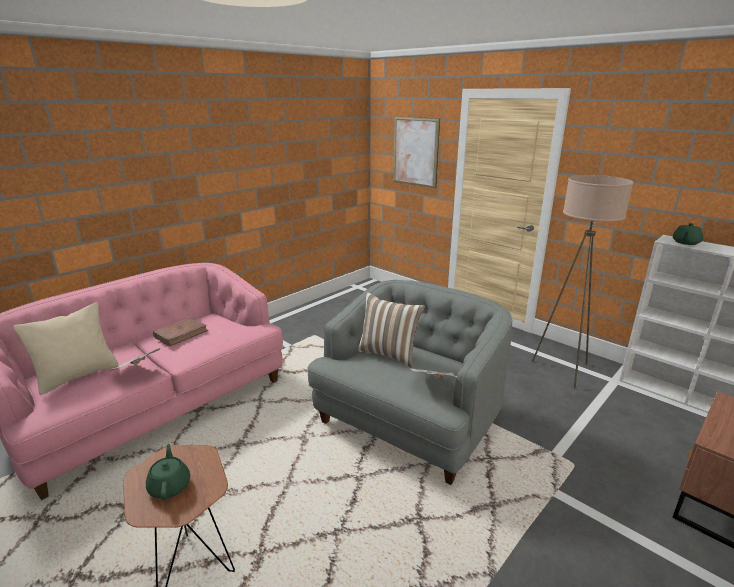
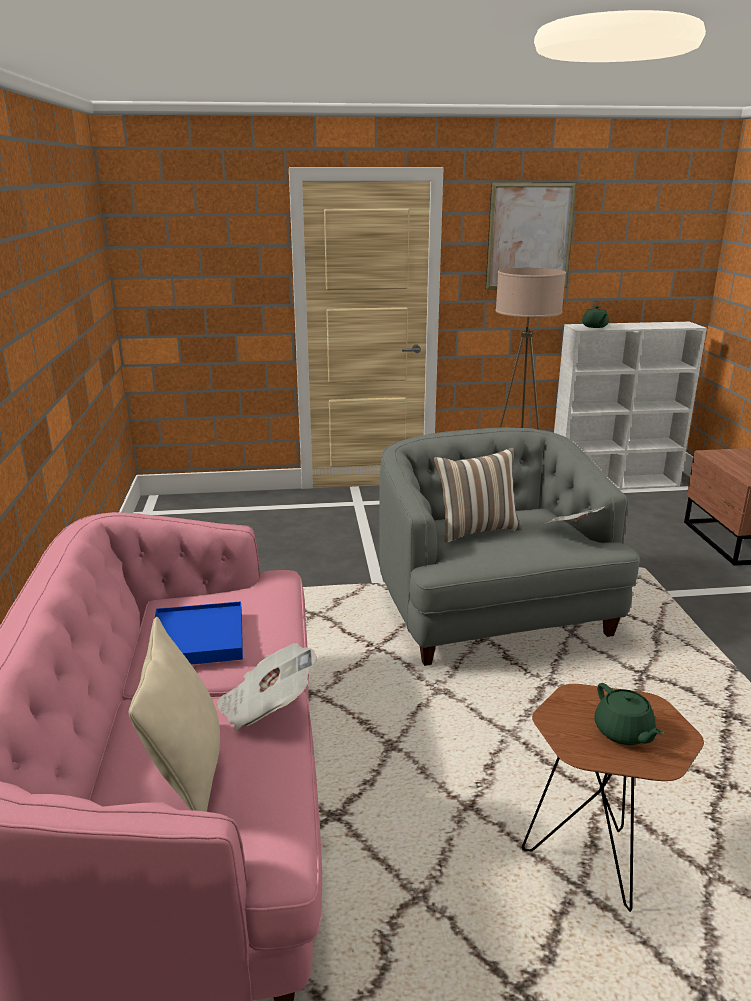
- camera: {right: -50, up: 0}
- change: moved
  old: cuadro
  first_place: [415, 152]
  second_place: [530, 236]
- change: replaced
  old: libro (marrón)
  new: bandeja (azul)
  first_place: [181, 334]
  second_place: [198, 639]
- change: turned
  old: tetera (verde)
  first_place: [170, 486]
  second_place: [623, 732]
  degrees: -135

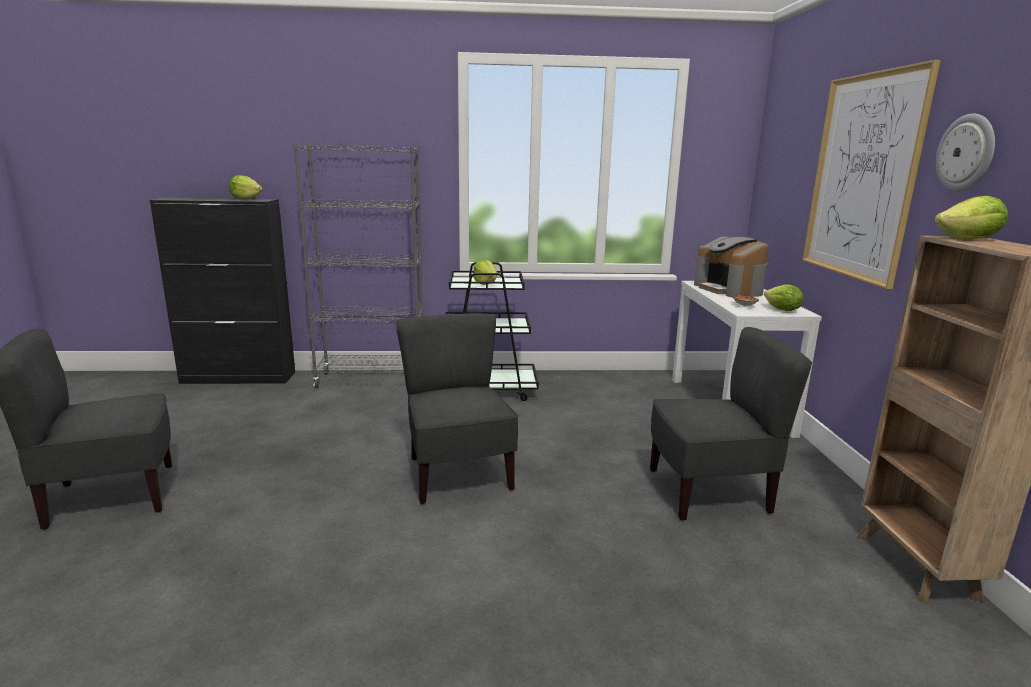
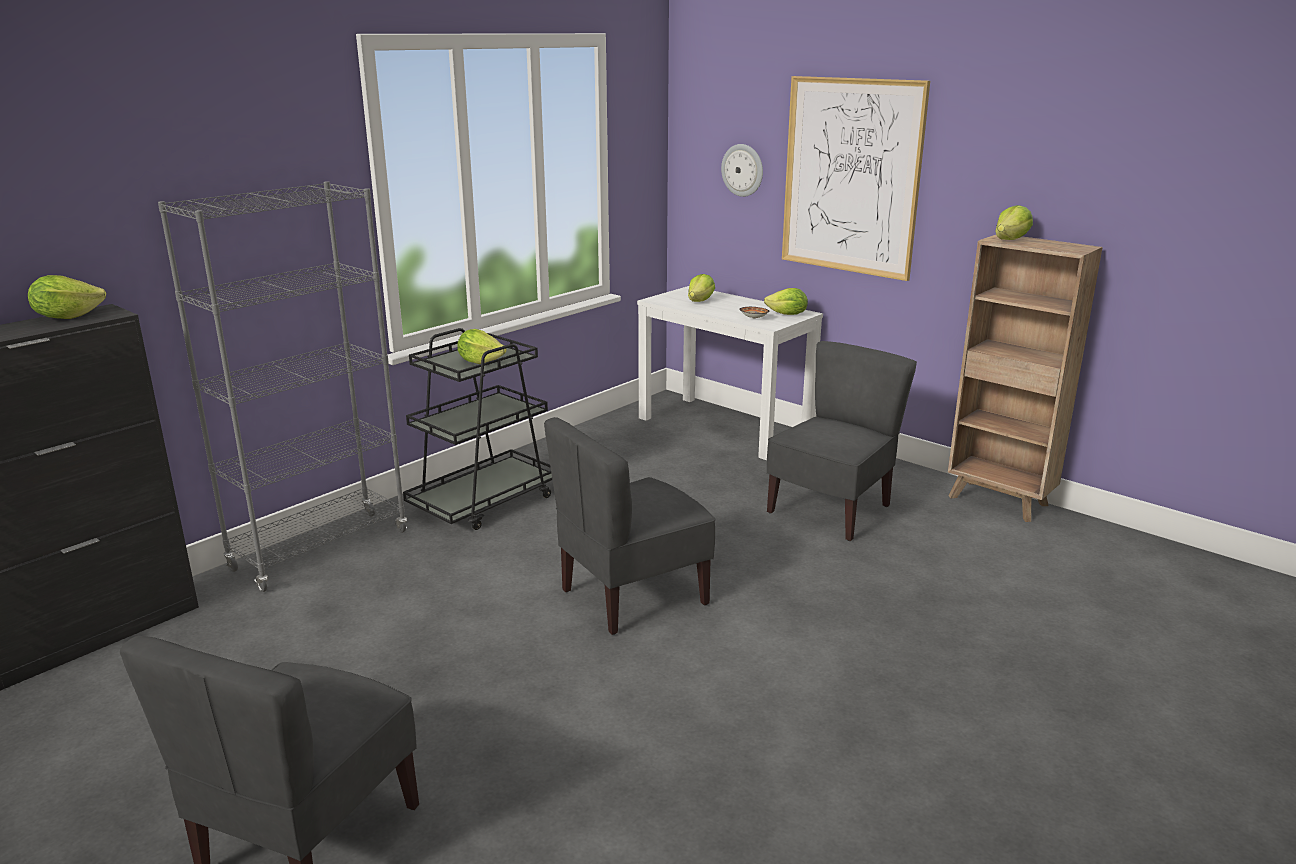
- camera: {right: -45, up: 5}
- change: moved
  old: reloj de pared
  first_place: [966, 153]
  second_place: [743, 170]
- change: replaced
  old: cafetera
  new: lechuga
  first_place: [729, 289]
  second_place: [700, 301]
- change: turned
  old: silla (gris)
  first_place: [457, 474]
  second_place: [632, 596]
  degrees: -60

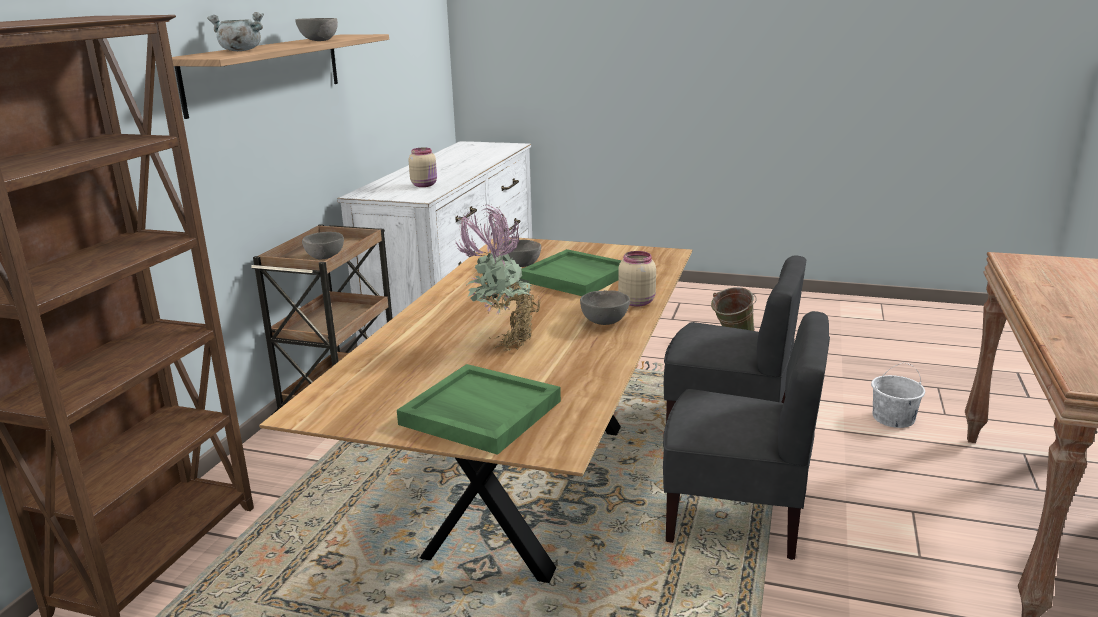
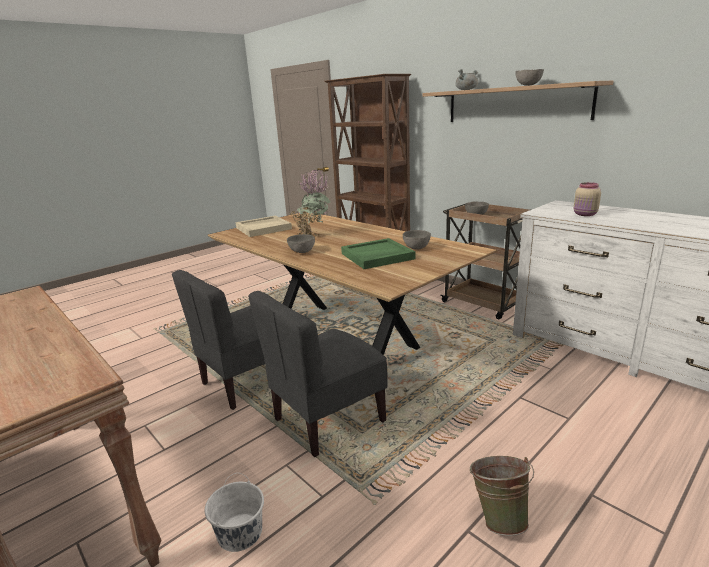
- camera: {right: 120, up: 0}
- change: removed
  old: tarro (beis)
  first_place: [636, 302]
- change: recoloured
  old: bandeja (verde)
  new: bandeja (beis)
  first_place: [479, 413]
  second_place: [264, 228]

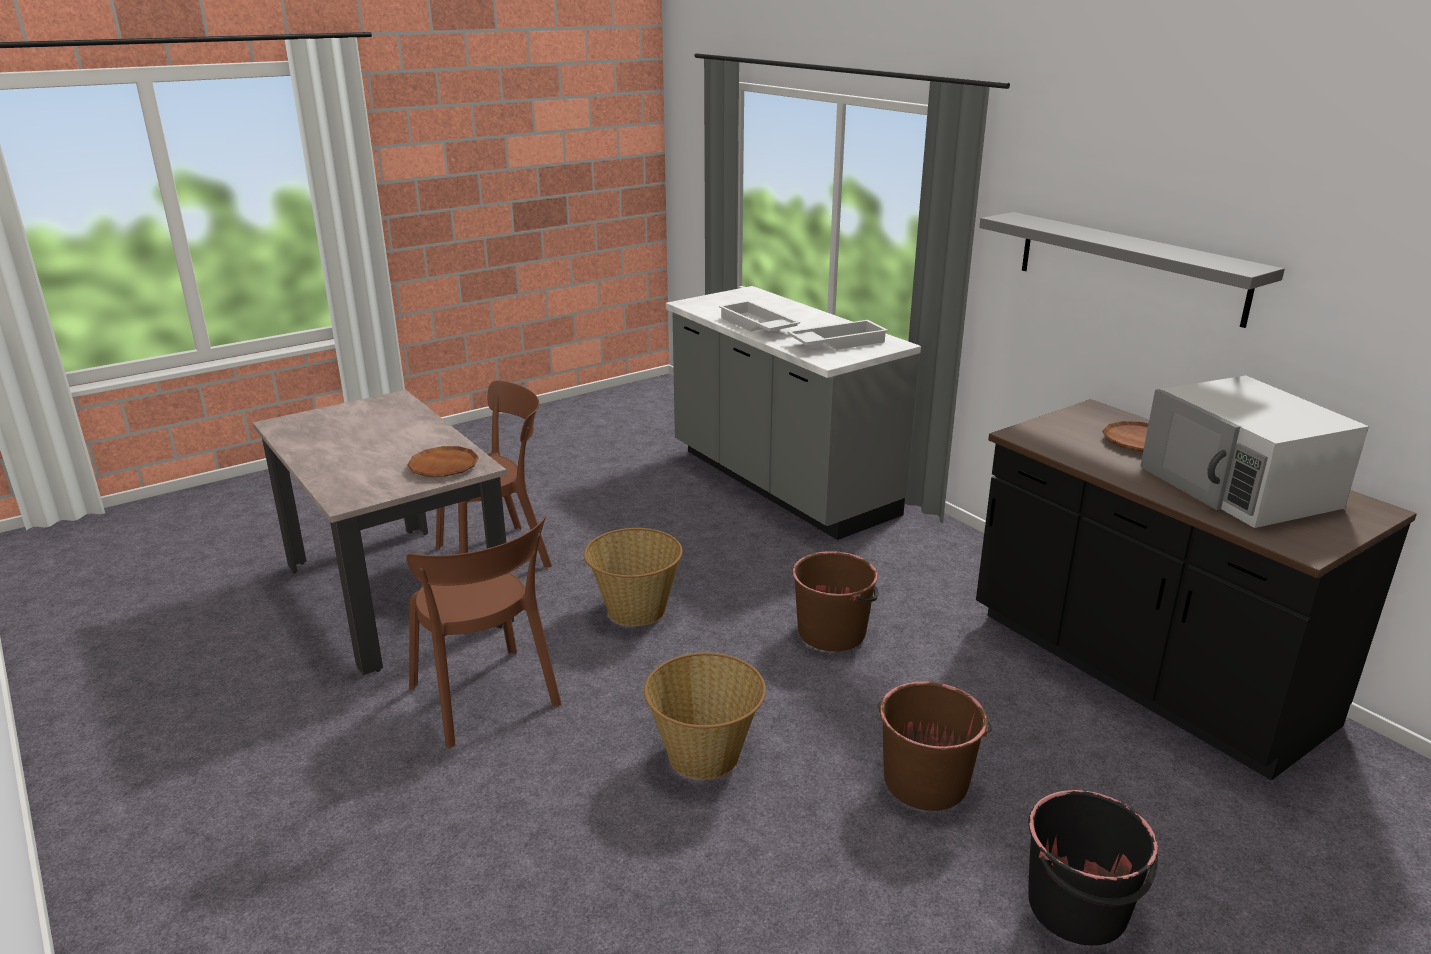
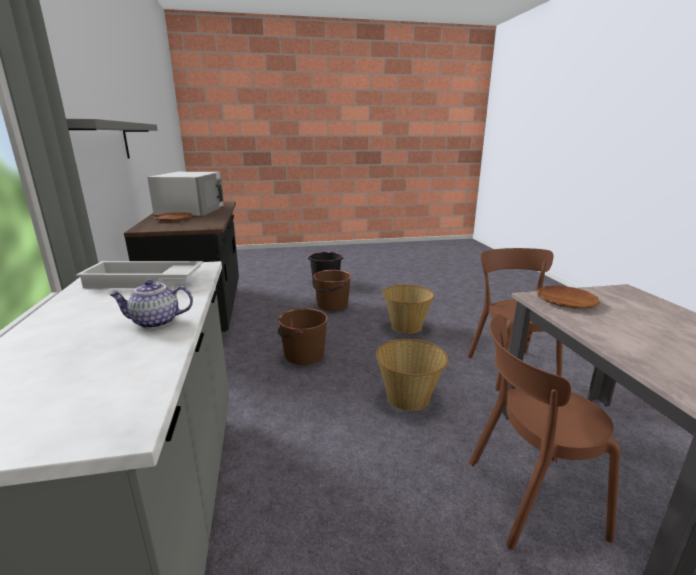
- camera: {right: -155, up: -5}
- change: replaced
  old: bandeja (blanco)
  new: tetera
  first_place: [756, 325]
  second_place: [155, 323]

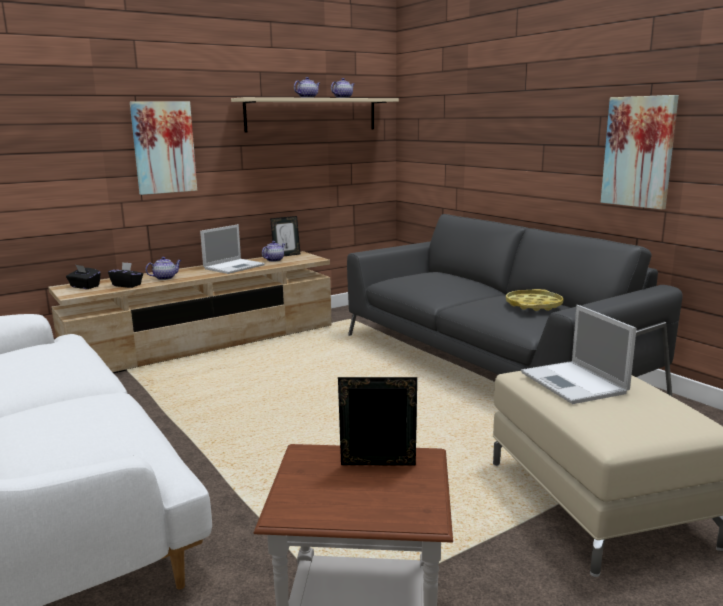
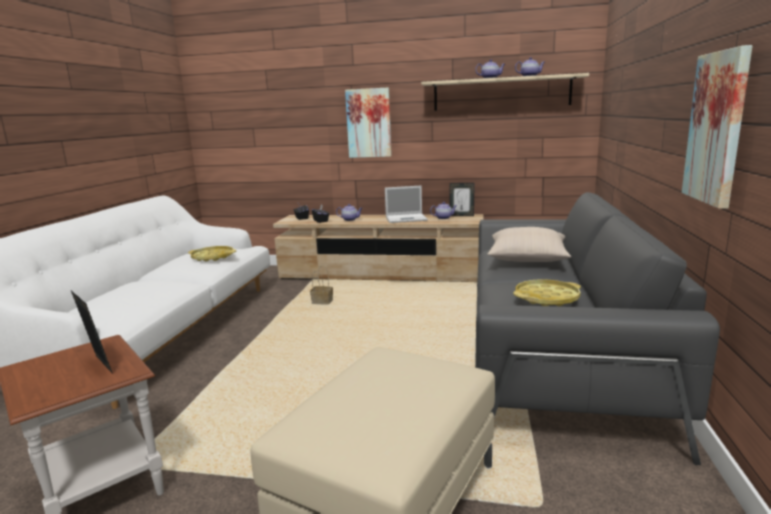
- camera: {right: 45, up: 0}
- change: removed
  old: portátil
  first_place: [574, 383]
- change: added
  new: cojín (beis)
  second_place: [527, 258]
- change: added
  new: bandeja (amarillo)
  second_place: [212, 257]
- change: added
  new: cesta
  second_place: [321, 302]

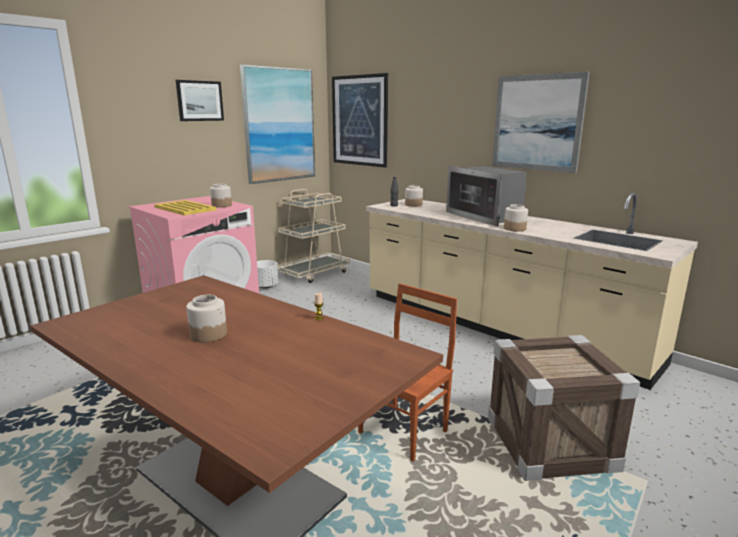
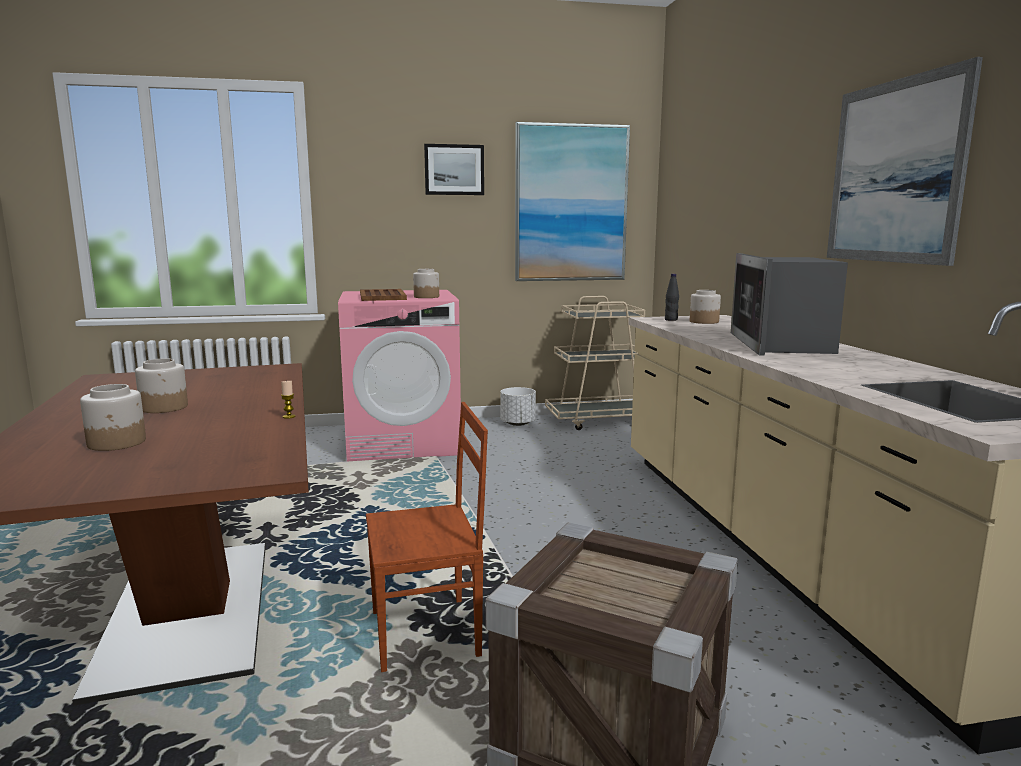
- camera: {right: 35, up: -5}
- change: removed
  old: cuadro
  first_place: [359, 121]
- change: recoloured
  old: bandeja (amarillo)
  new: bandeja (marrón)
  first_place: [185, 208]
  second_place: [382, 296]
- change: moved
  old: tarro
  first_place: [515, 229]
  second_place: [117, 443]

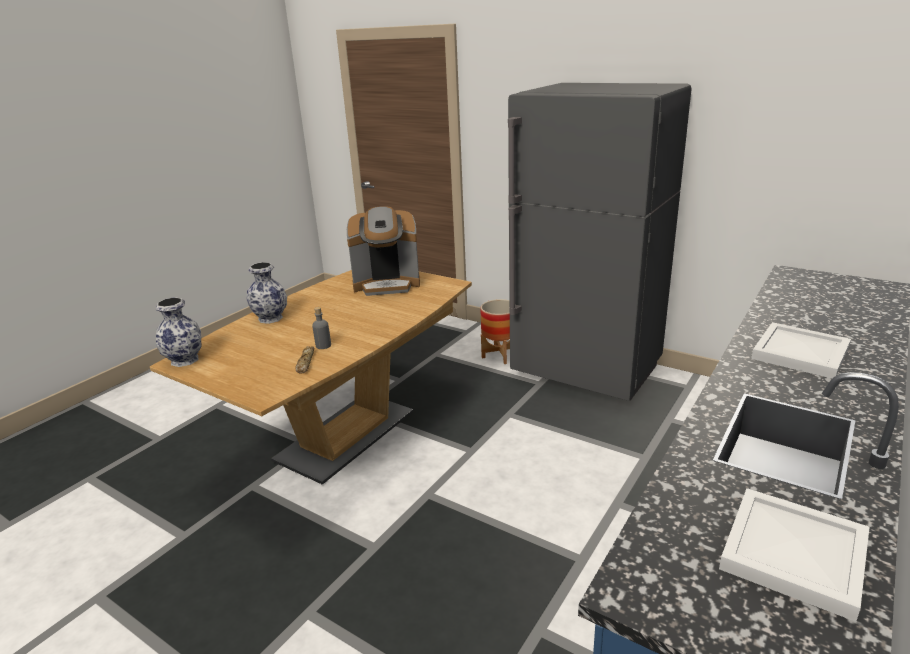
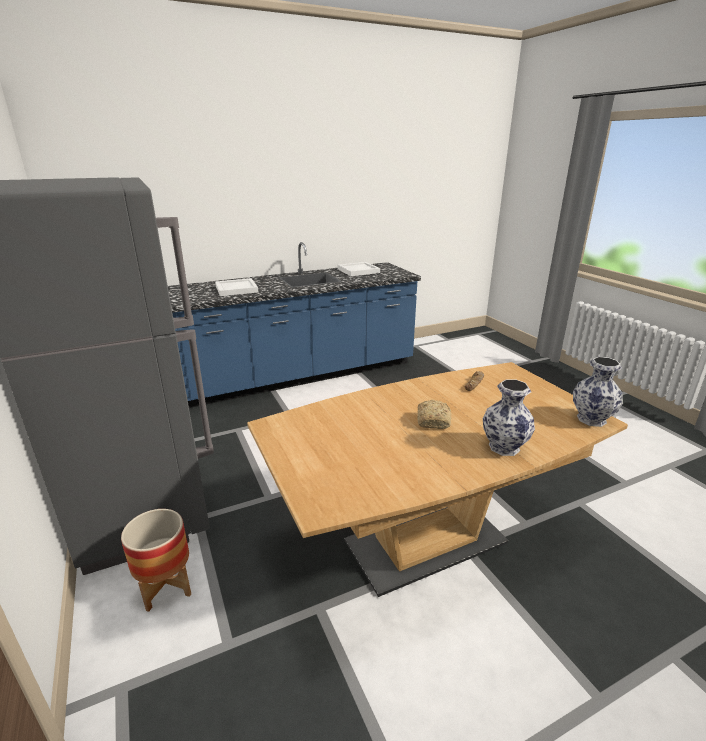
- camera: {right: -150, up: 0}
- change: removed
  old: cafetera
  first_place: [387, 284]
- change: removed
  old: botella (gris)
  first_place: [323, 345]
- change: added
  new: pan
  second_place: [433, 421]

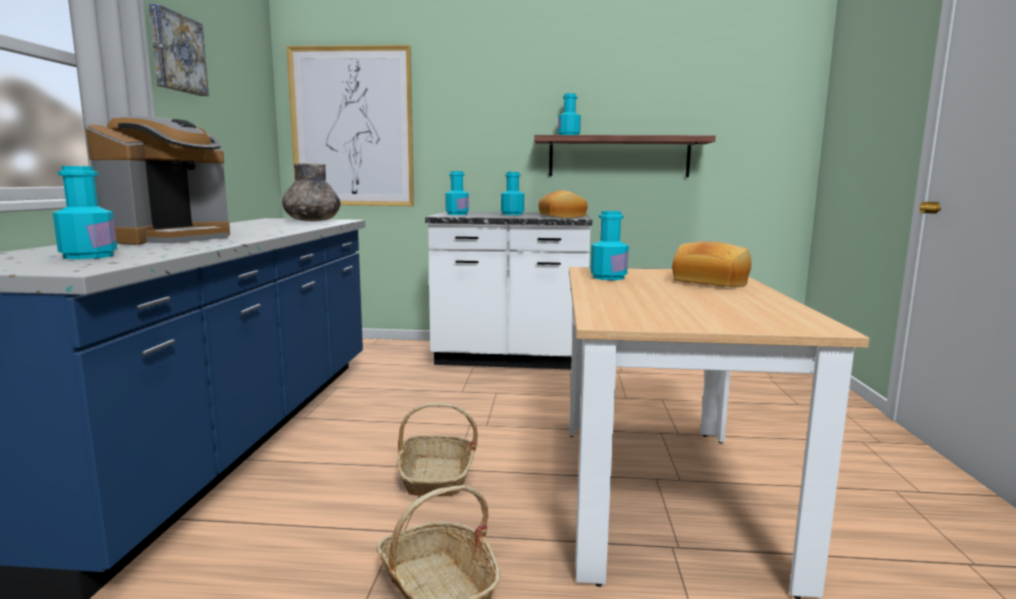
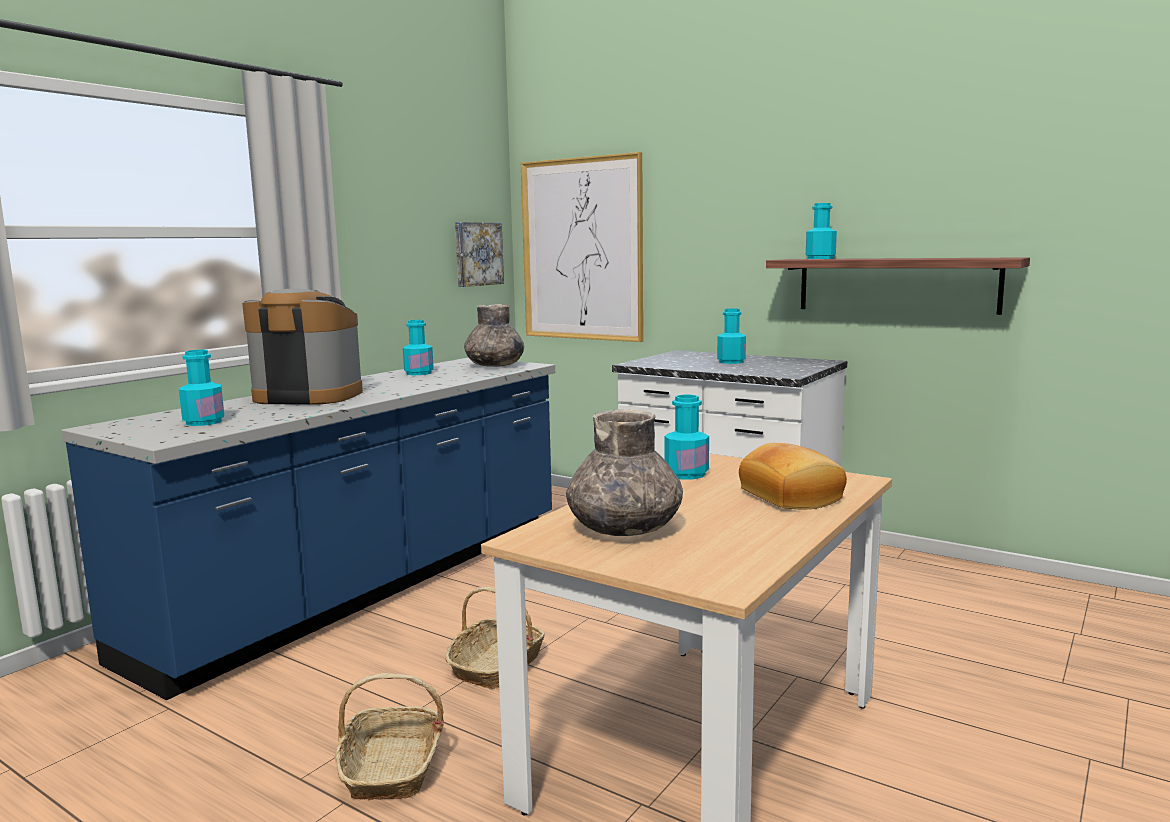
- camera: {right: 30, up: 0}
- change: moved
  old: cuadro
  first_place: [176, 53]
  second_place: [477, 254]
- change: turned
  old: cafetera
  first_place: [170, 238]
  second_place: [308, 396]
  degrees: -135
- change: moved
  old: botella (turquesa)
  first_place: [457, 214]
  second_place: [419, 373]
- change: removed
  old: pan
  first_place: [563, 216]
- change: added
  new: florero (gris)
  second_place: [625, 529]

